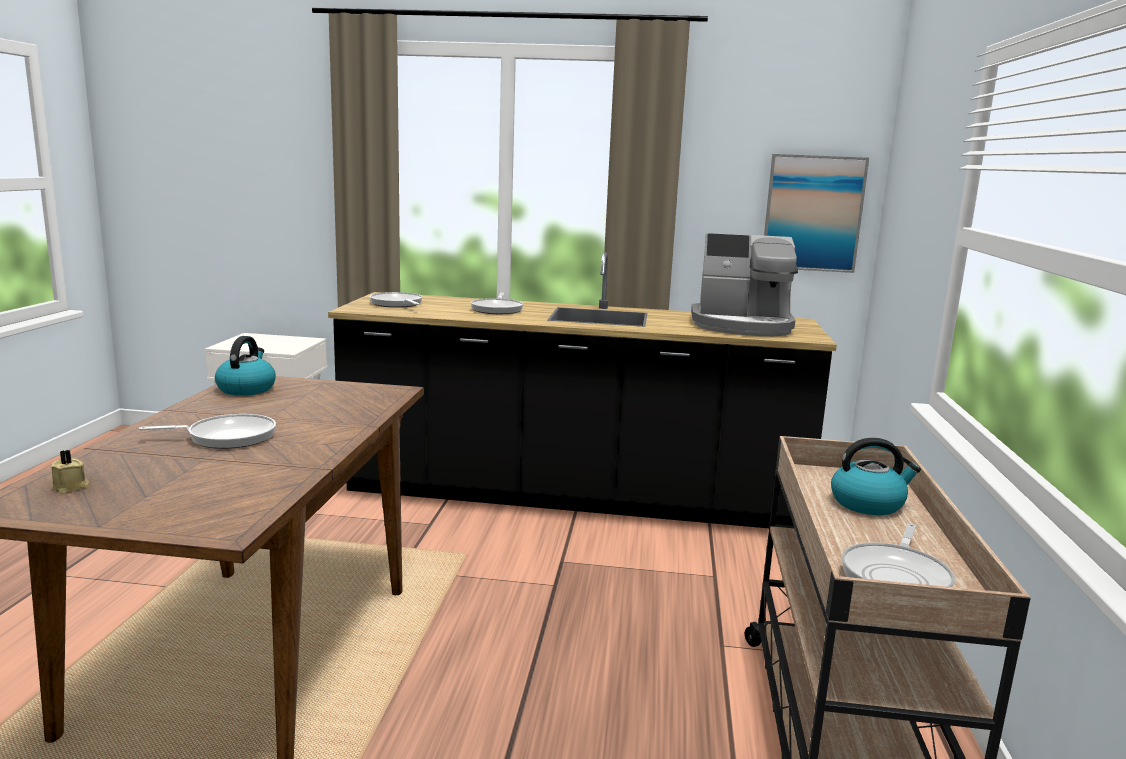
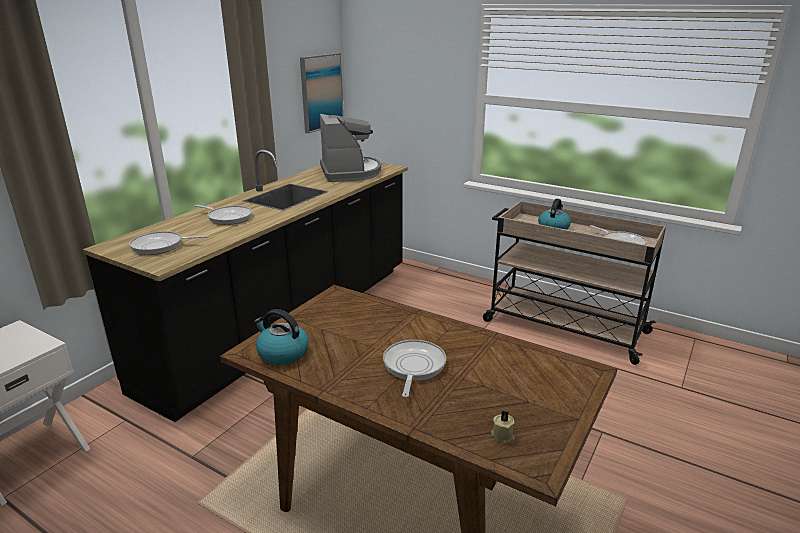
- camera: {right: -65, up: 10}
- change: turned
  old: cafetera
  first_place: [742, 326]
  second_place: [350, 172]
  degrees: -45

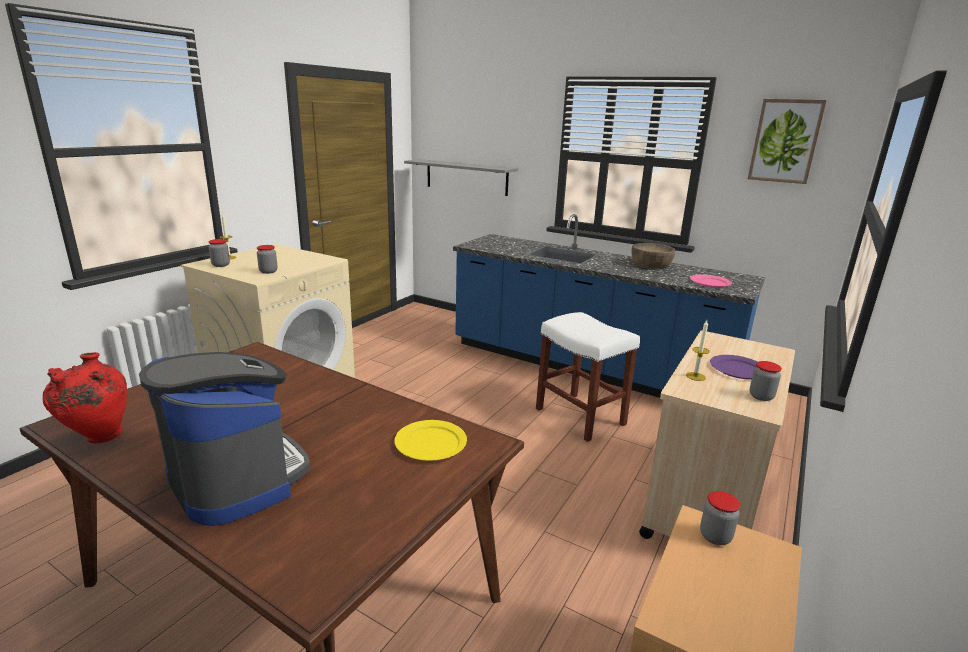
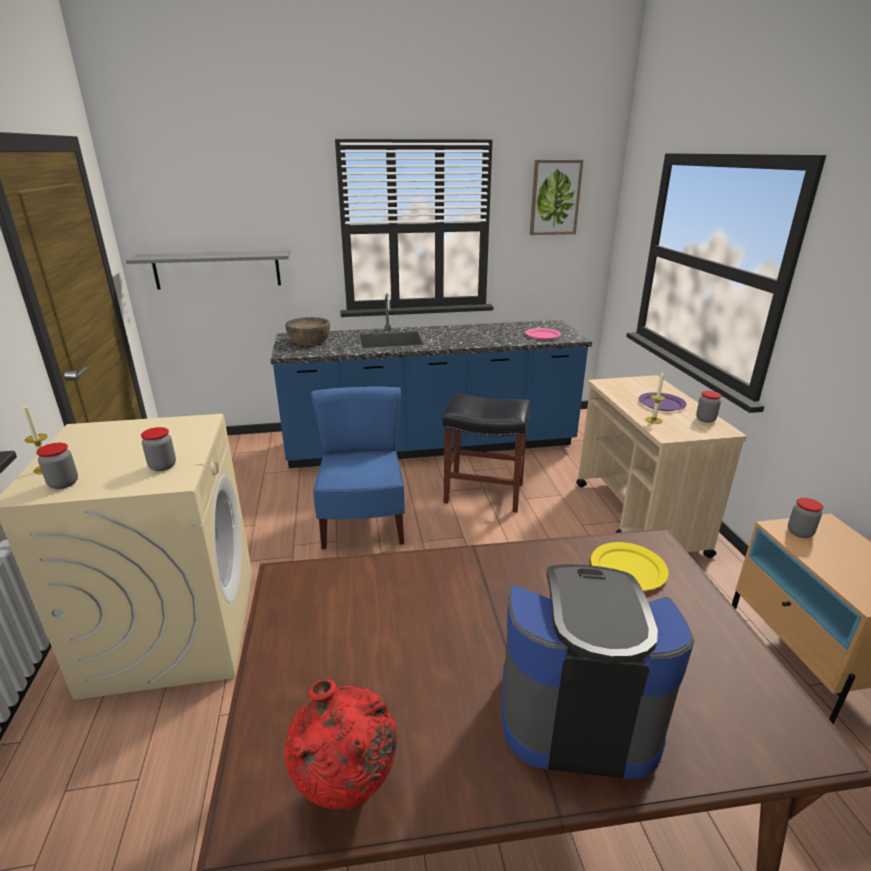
- camera: {right: -40, up: 5}
- change: moved
  old: cuenco (marrón)
  first_place: [650, 265]
  second_place: [309, 340]
- change: recoloured
  old: taburete (blanco)
  new: taburete (negro)
  first_place: [581, 417]
  second_place: [485, 493]
- change: added
  new: silla (azul)
  second_place: [363, 523]

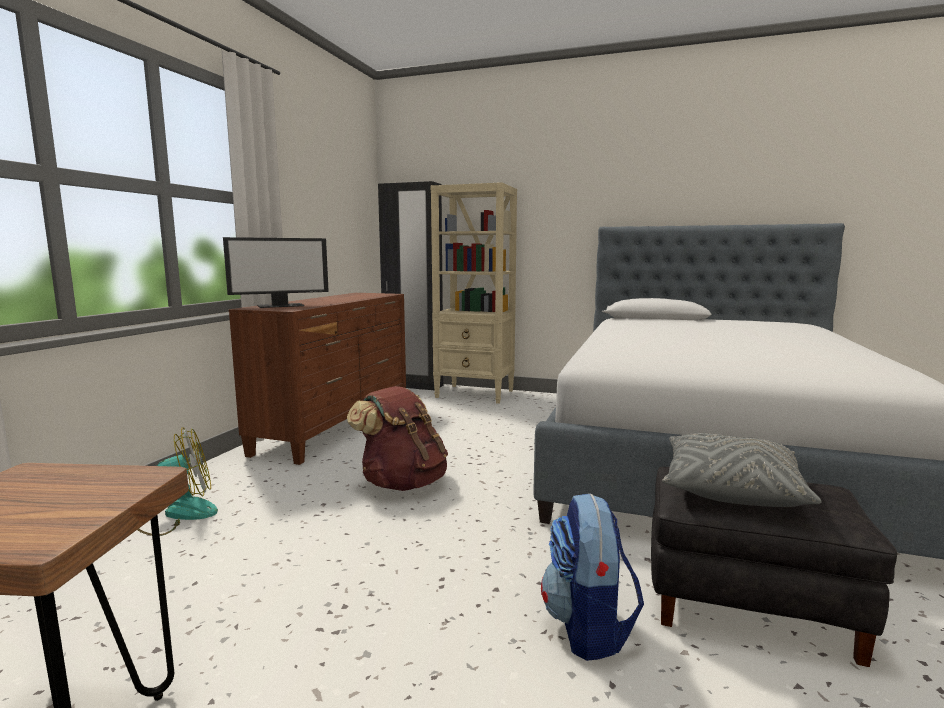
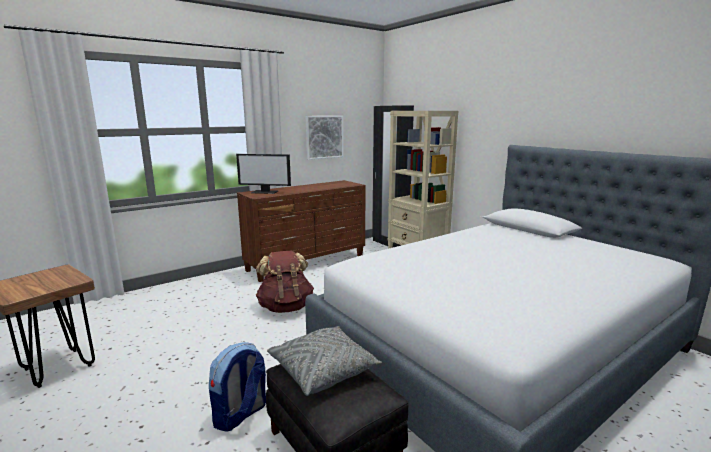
- camera: {right: 35, up: 5}
- change: removed
  old: ventilador
  first_place: [178, 514]
- change: added
  new: cuadro
  second_place: [324, 137]

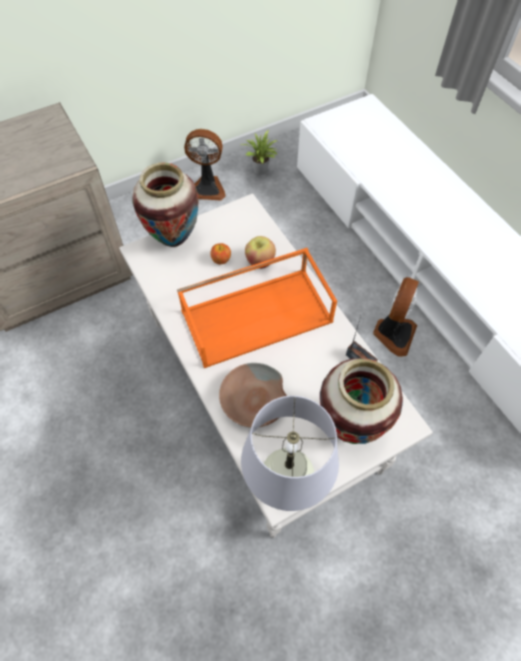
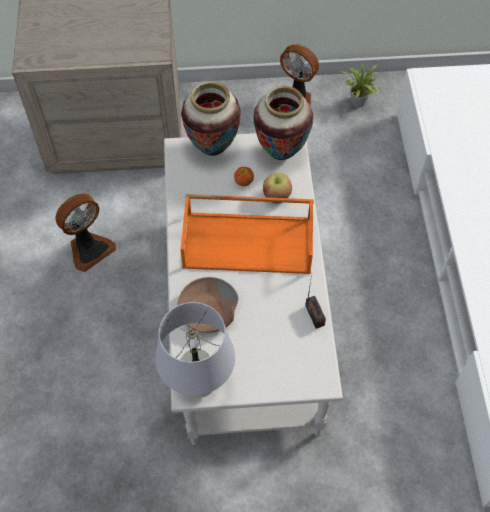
- camera: {right: 25, up: 0}
- change: moved
  old: ventilador
  first_place: [393, 333]
  second_place: [89, 248]
- change: moved
  old: florero
  first_place: [350, 427]
  second_place: [281, 153]

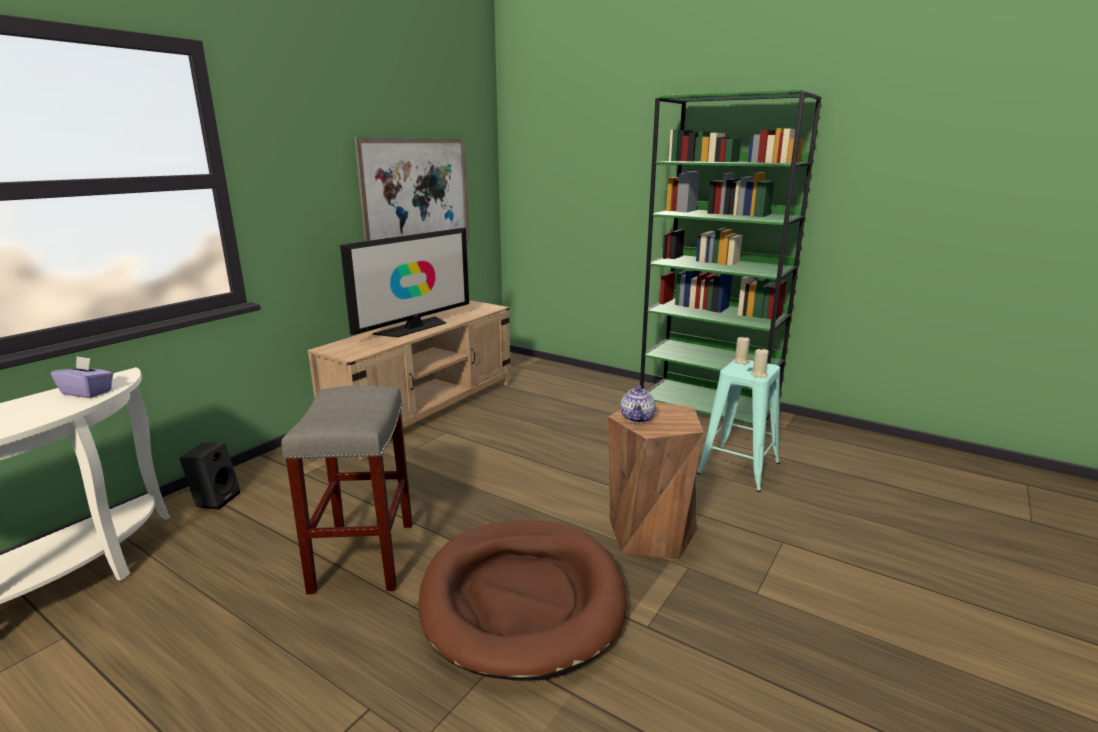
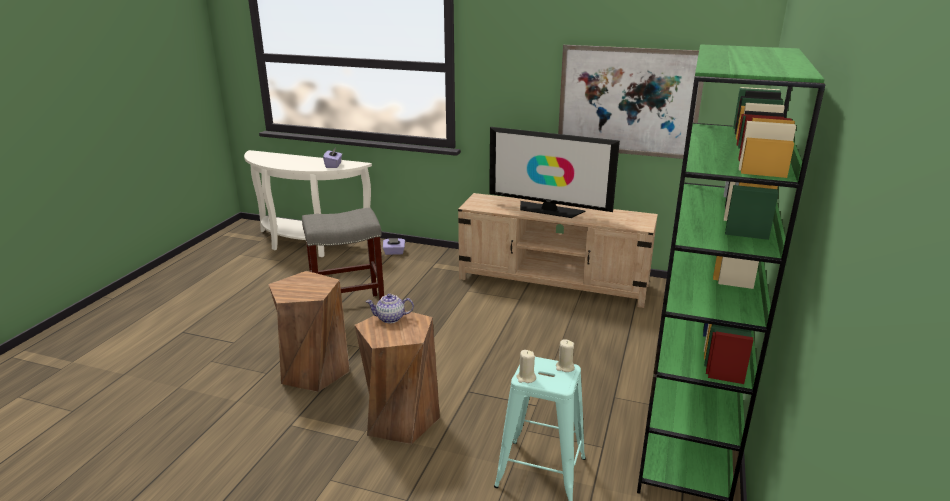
- camera: {right: 75, up: 5}
- change: replaced
  old: altavoz (negro)
  new: caja de pañuelos (morado)
  first_place: [216, 499]
  second_place: [394, 252]
- change: replaced
  old: cama para perro (marrón)
  new: taburete (marrón)
  first_place: [522, 599]
  second_place: [314, 371]

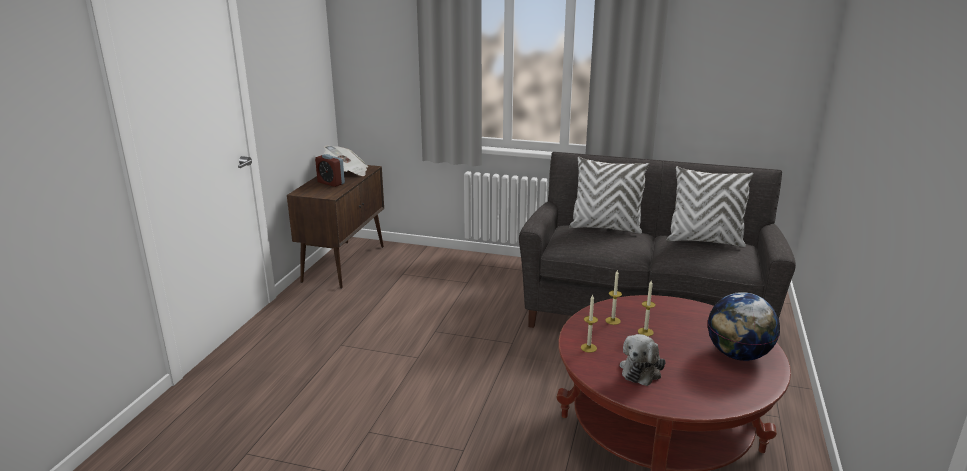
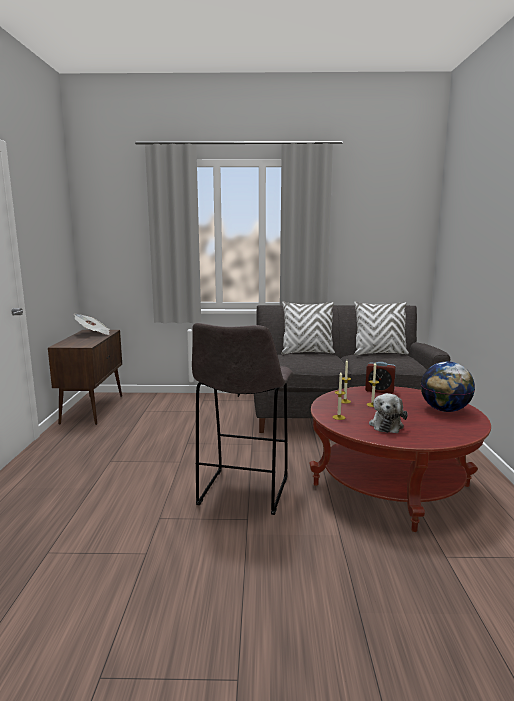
- camera: {right: -15, up: -10}
- change: moved
  old: despertador
  first_place: [331, 183]
  second_place: [379, 391]
- change: added
  new: taburete (gris)
  second_place: [243, 492]

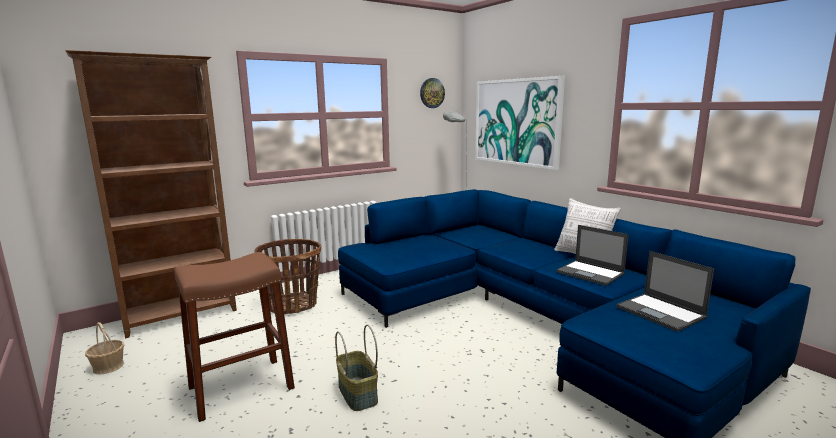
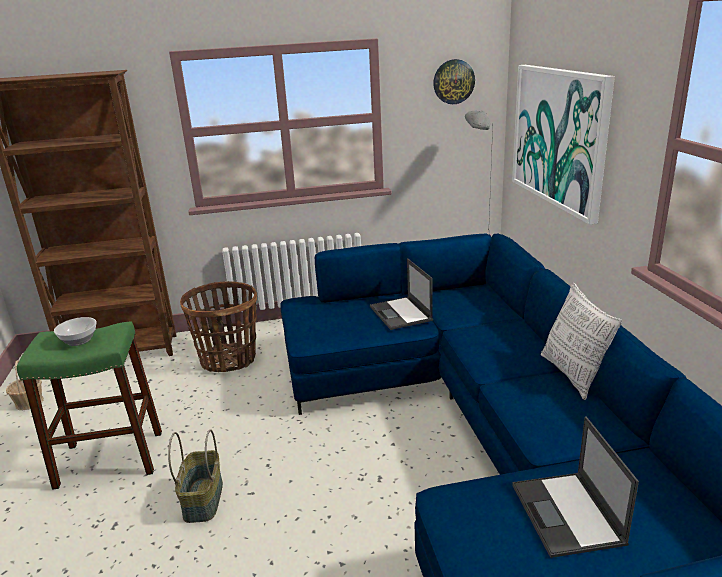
- camera: {right: 25, up: 10}
- change: moved
  old: portátil
  first_place: [591, 273]
  second_place: [401, 314]
- change: recoloured
  old: taburete (marrón)
  new: taburete (verde)
  first_place: [241, 387]
  second_place: [110, 459]
- change: added
  new: cuenco
  second_place: [79, 340]

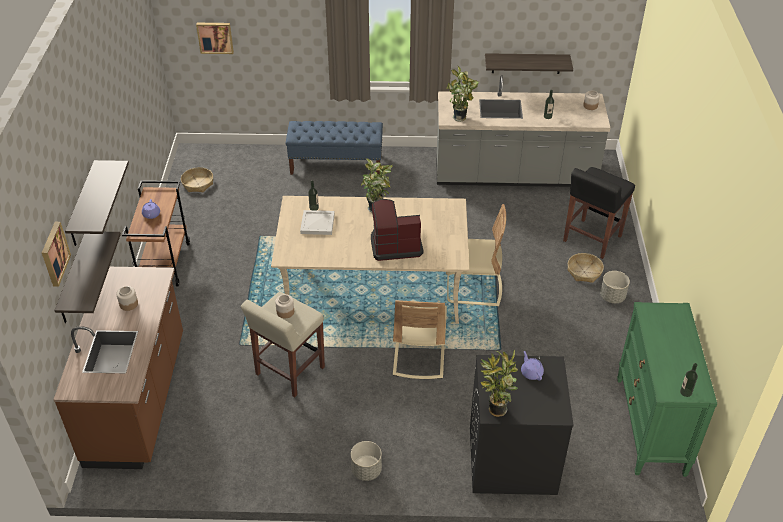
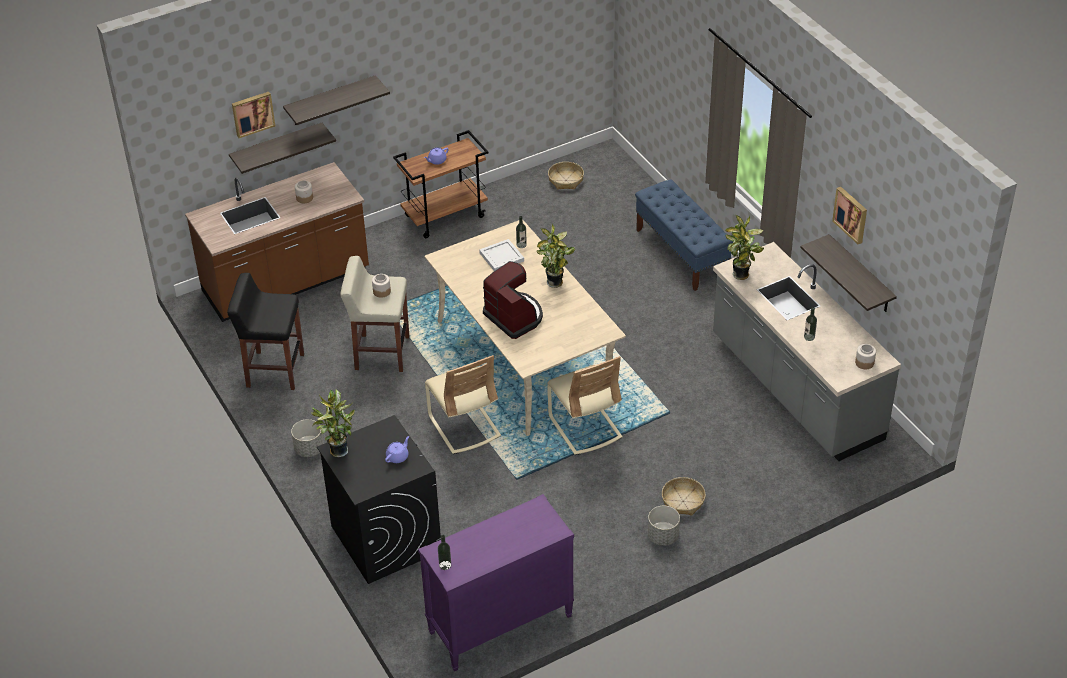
- camera: {right: 60, up: 0}
- change: moved
  old: cuadro
  first_place: [215, 37]
  second_place: [851, 214]
- change: moved
  old: taburete (negro)
  first_place: [591, 239]
  second_place: [274, 370]
- change: turned
  old: silla (beis)
  first_place: [419, 356]
  second_place: [464, 426]
  degrees: -90
- change: recoloured
  old: cómoda (verde)
  new: cómoda (morado)
  first_place: [651, 426]
  second_place: [500, 625]

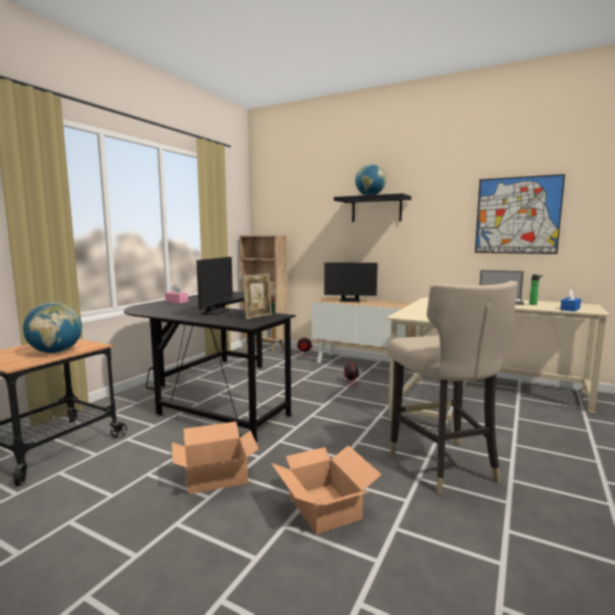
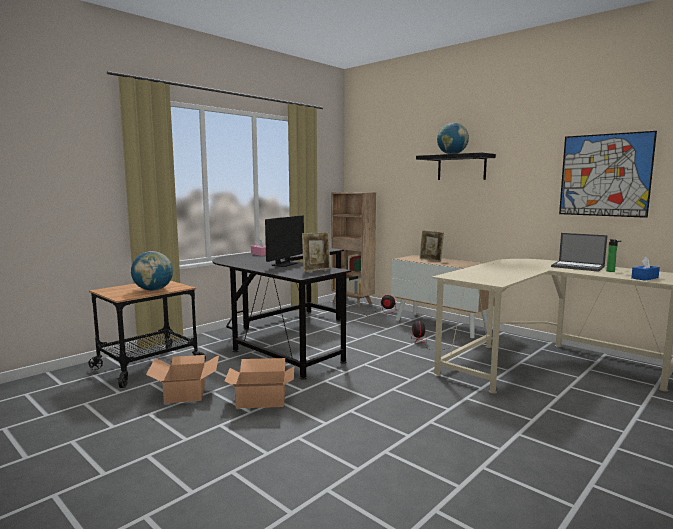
- camera: {right: 15, up: 0}
- change: replaced
  old: monitor
  new: portarretratos
  first_place: [350, 301]
  second_place: [431, 260]
- change: removed
  old: taburete (beis)
  first_place: [443, 464]
- change: moved
  old: caja de cartón
  first_place: [324, 508]
  second_place: [185, 392]

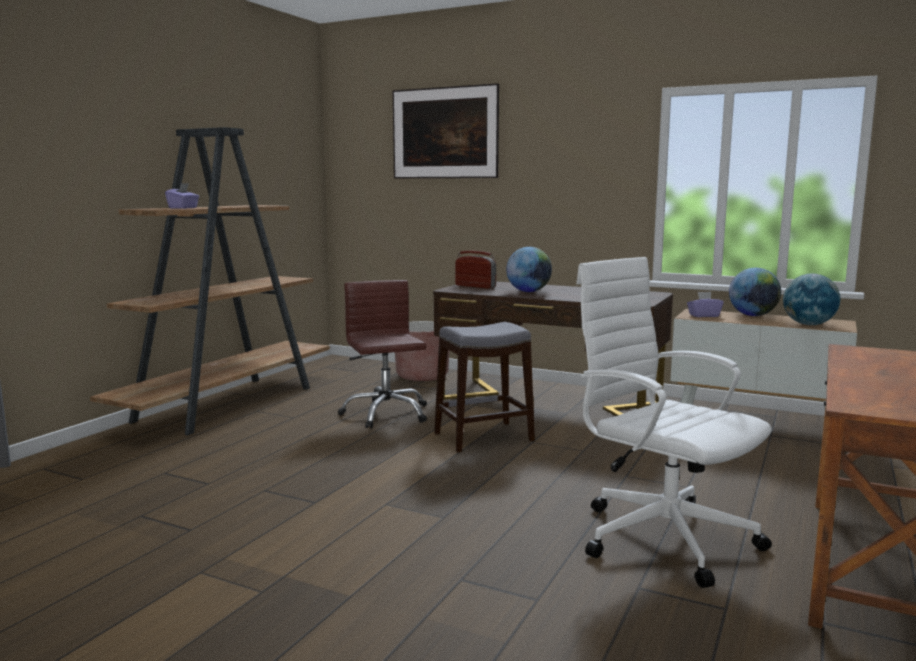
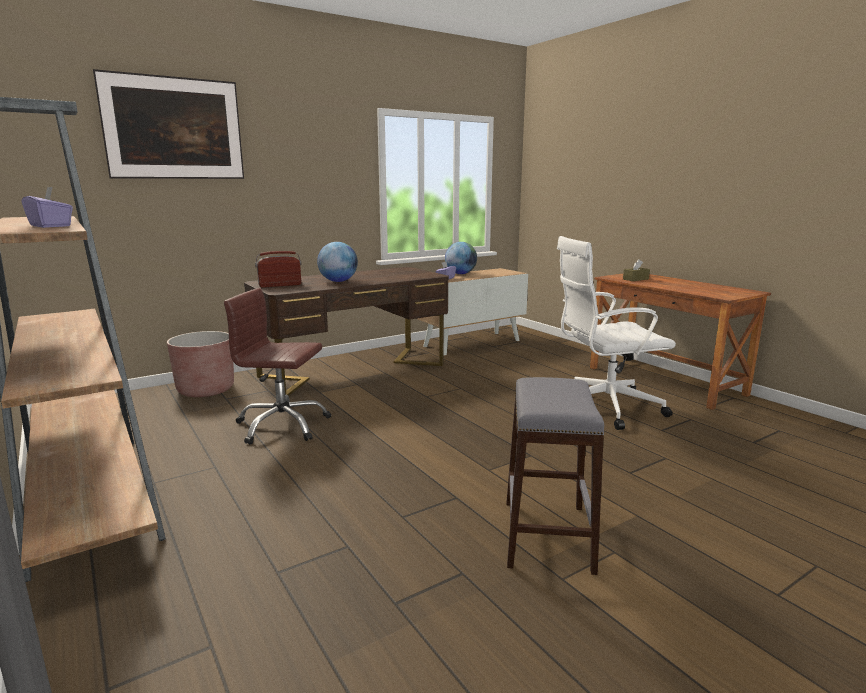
- camera: {right: -60, up: 5}
- change: removed
  old: globo terráqueo
  first_place: [808, 324]
- change: moved
  old: taburete (gris)
  first_place: [484, 437]
  second_place: [548, 535]
- change: added
  new: caja de pañuelos (marrón)
  second_place: [635, 279]

